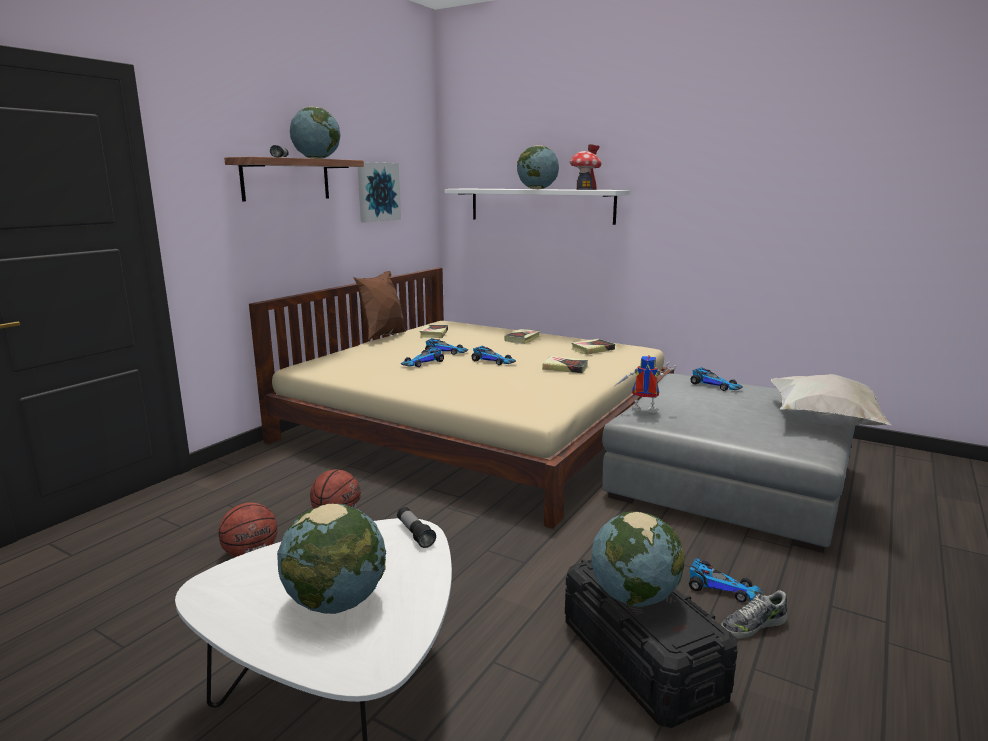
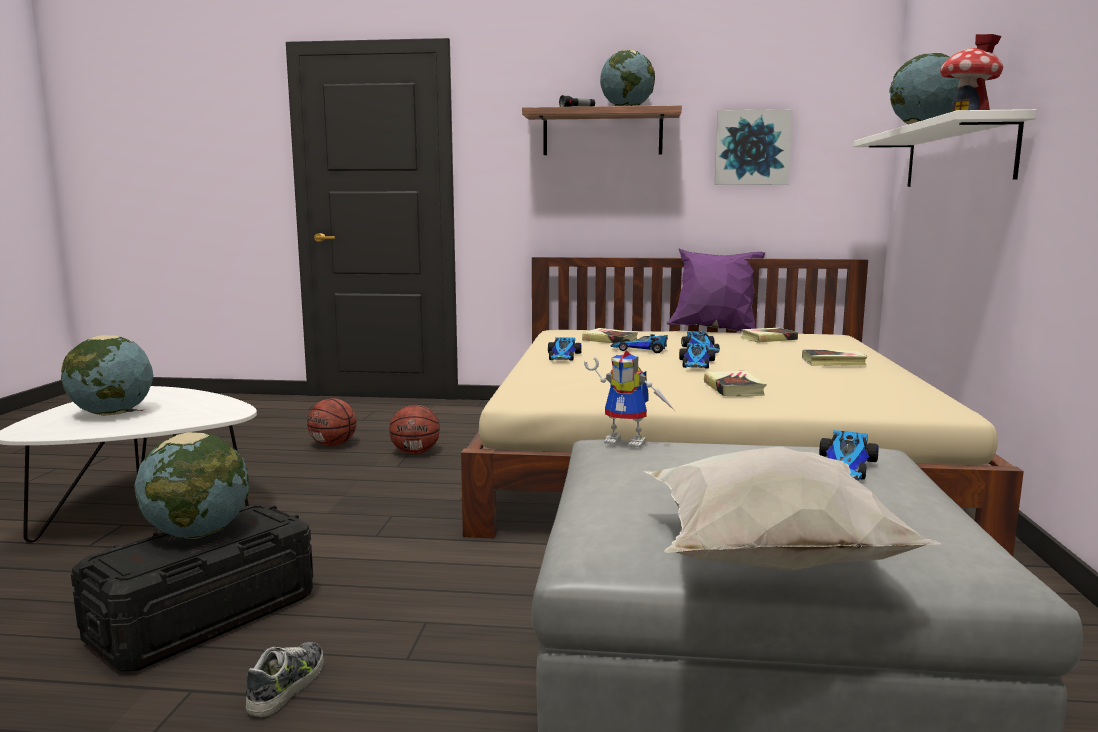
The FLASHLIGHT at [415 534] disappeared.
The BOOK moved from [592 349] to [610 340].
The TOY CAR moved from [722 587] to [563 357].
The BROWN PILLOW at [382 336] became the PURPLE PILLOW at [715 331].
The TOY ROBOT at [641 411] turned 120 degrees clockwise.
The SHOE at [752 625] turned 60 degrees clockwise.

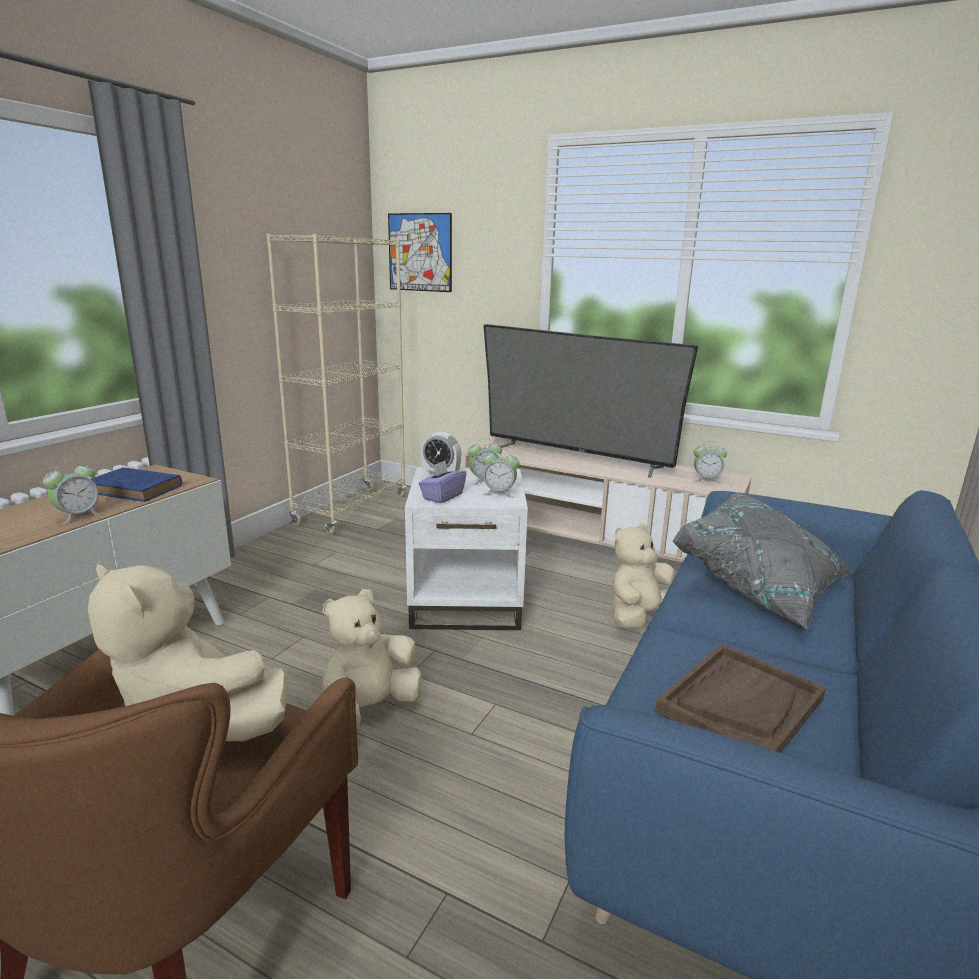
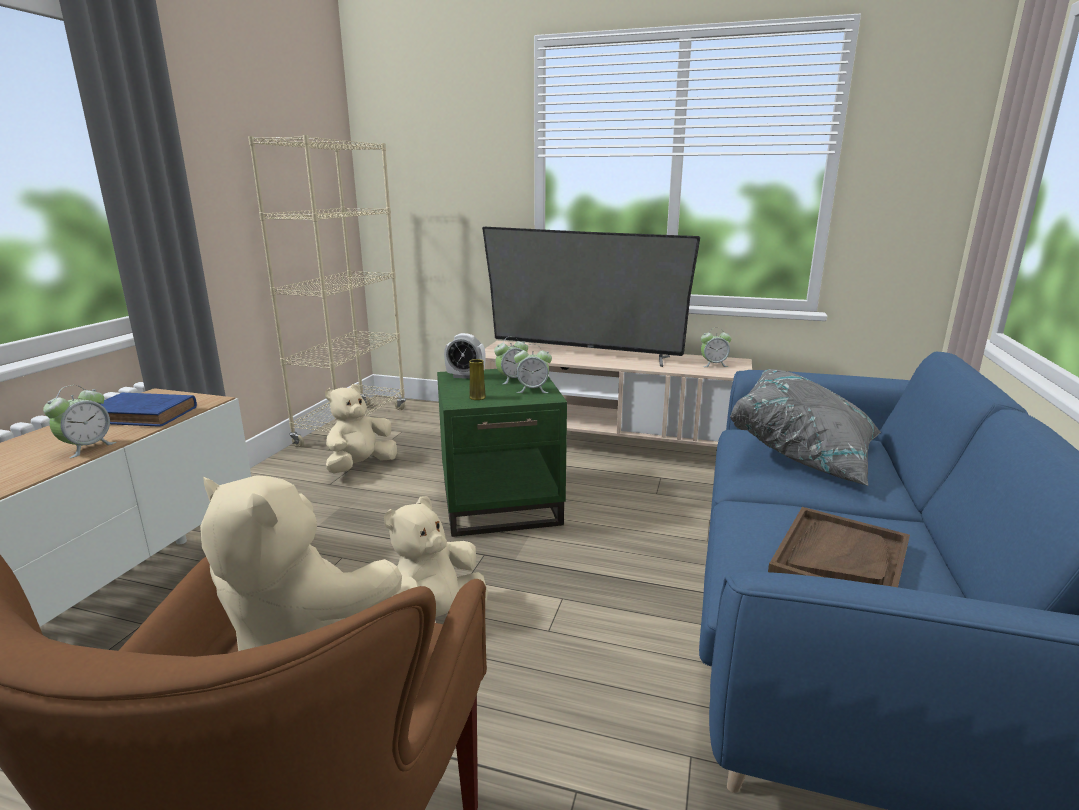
The PICTURE at [420 252] disappeared.
The BEIGE PLUSH TOY moved from [639 618] to [360 466].
The PURPLE TISSUE BOX at [442 496] was replaced by the YELLOW VASE at [477 397].
The WHITE SIDE TABLE at [467 600] became the GREEN SIDE TABLE at [501 502].

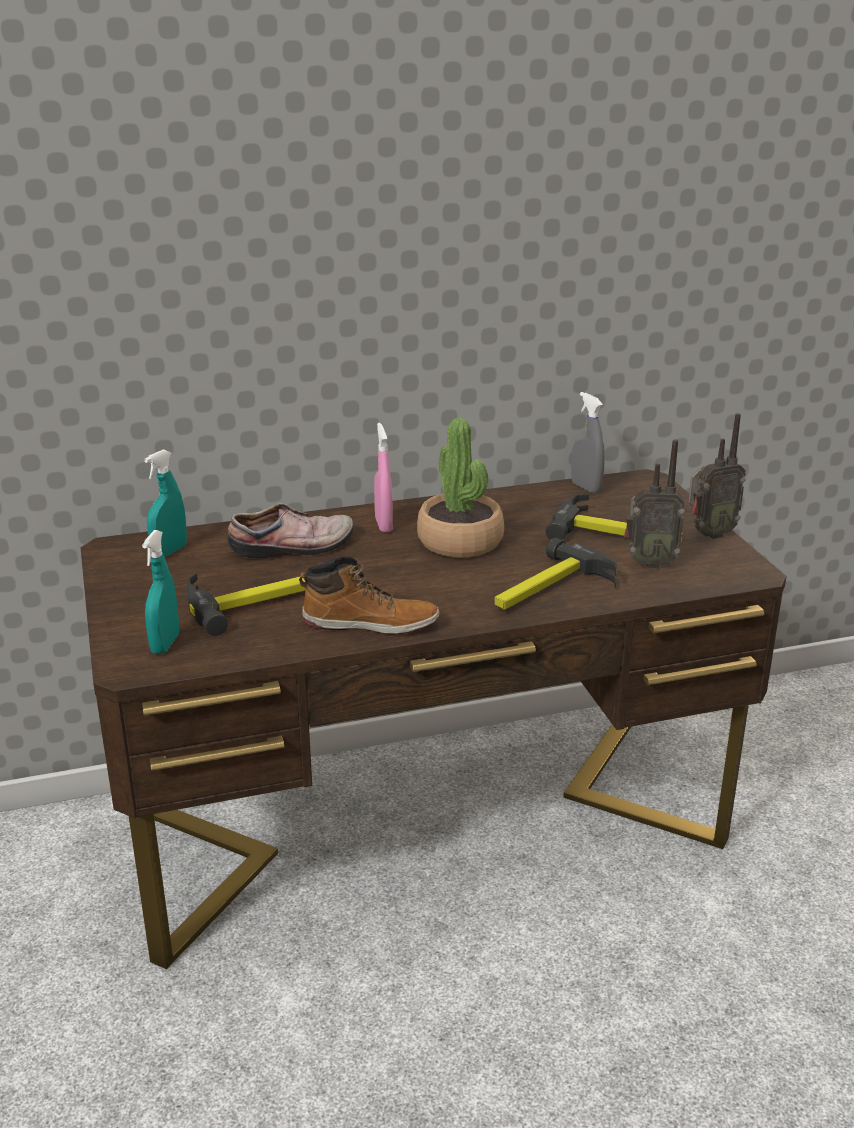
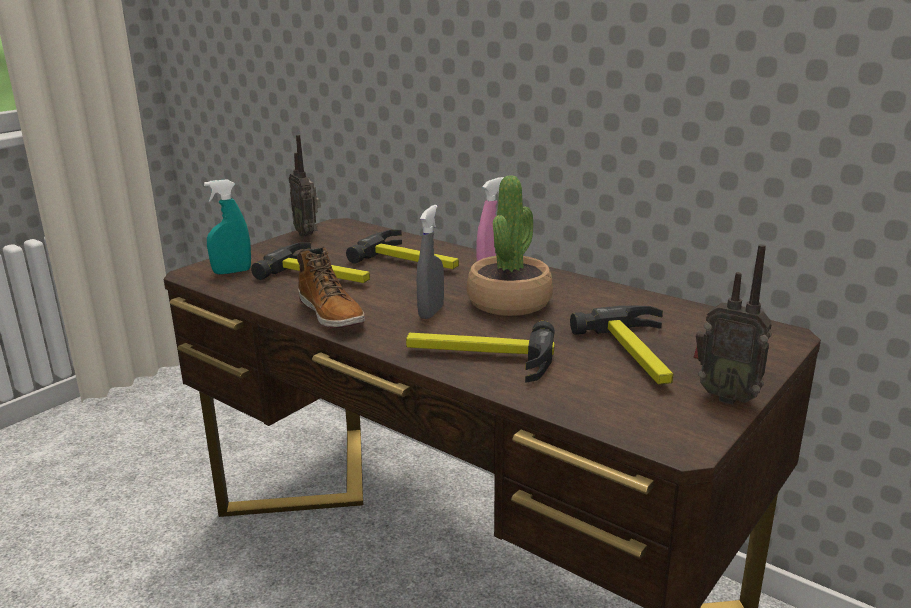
The TURQUOISE SPRAY BOTTLE at [169 552] disappeared.
The GREY SPRAY BOTTLE moved from [585 488] to [431 312].
The RADIO moved from [649 562] to [308 234].
The SHOE at [294 547] was replaced by the HAMMER at [411 261].

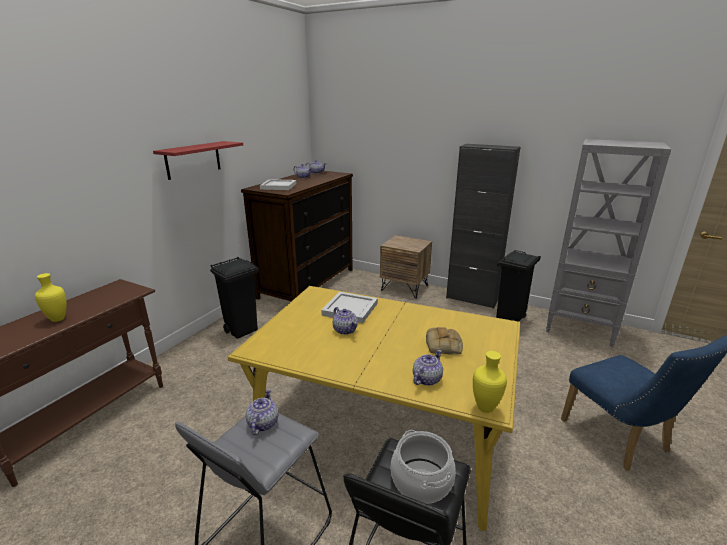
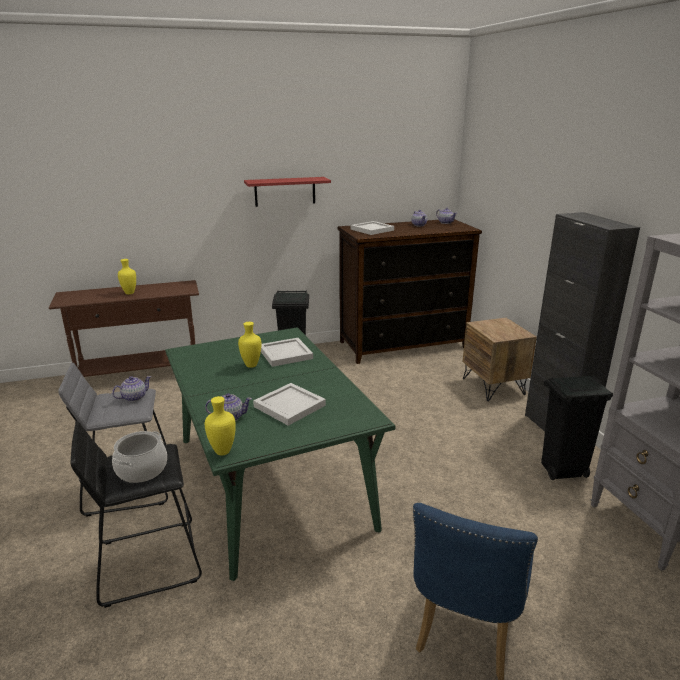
The TEAPOT at [345 330] was replaced by the YELLOW VASE at [252 365].
The BREAD at [444 345] was replaced by the WHITE TRAY at [289 406].
The YELLOW DINING TABLE at [380 433] became the GREEN DINING TABLE at [270 480].

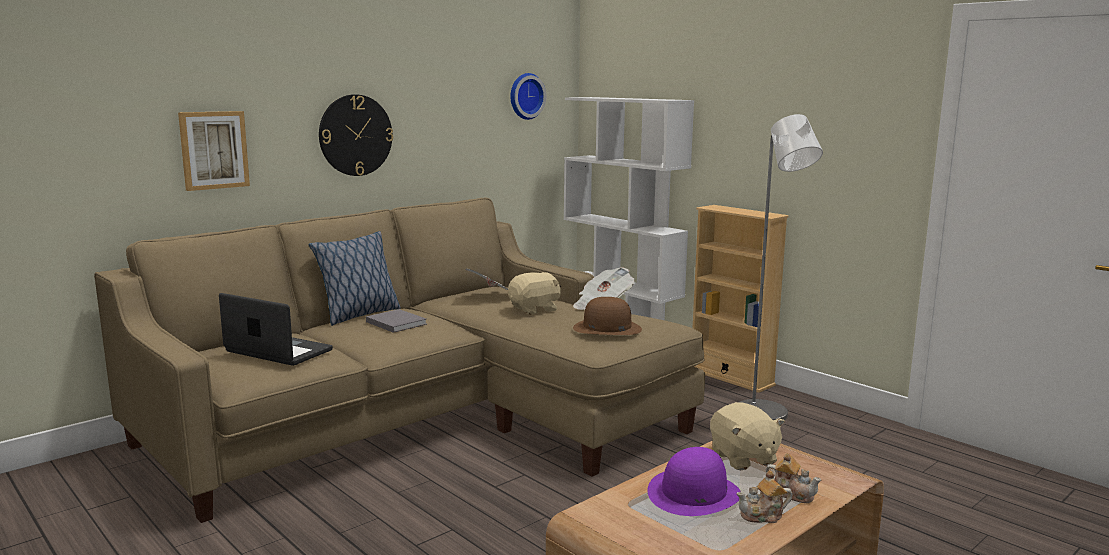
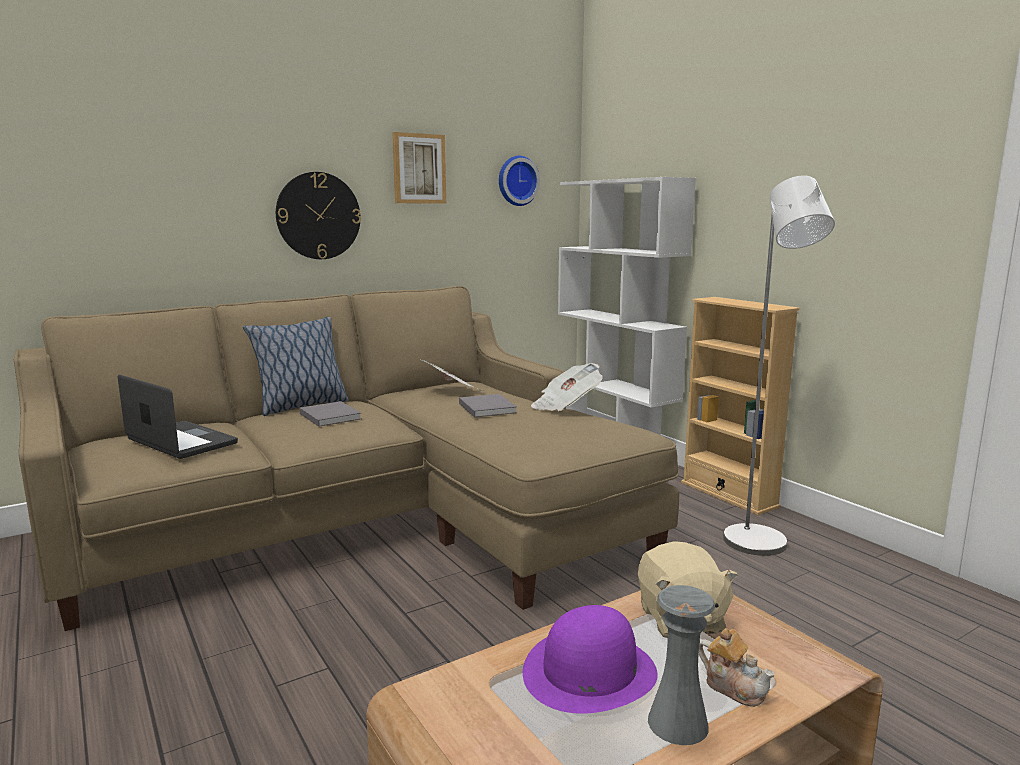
The BROWN HAT at [607 328] disappeared.
The PICTURE moved from [214 150] to [419 169].
The BEIGE PLUSH TOY at [535 309] was replaced by the GREY BOOK at [486 407].
The TEAPOT at [763 516] was replaced by the GREY VASE at [677 723].

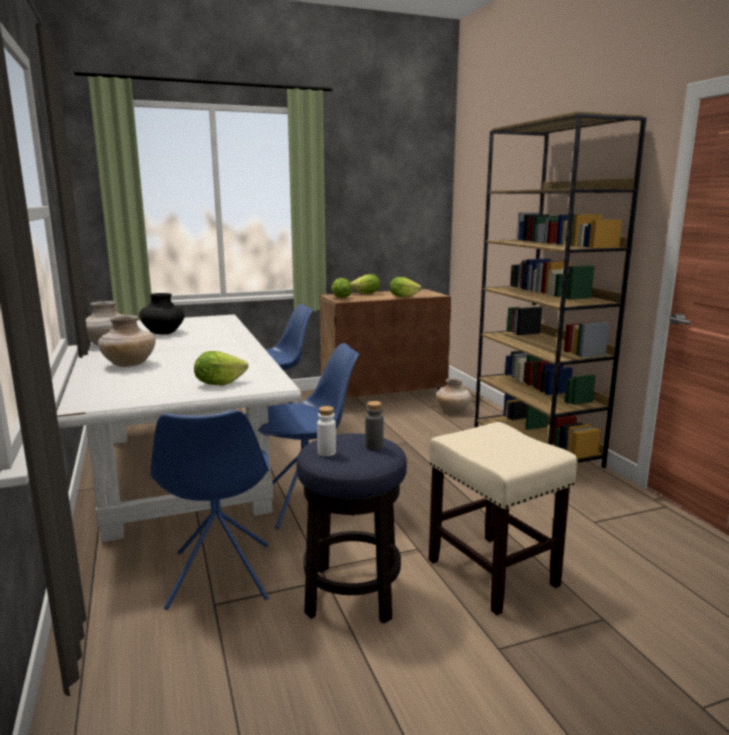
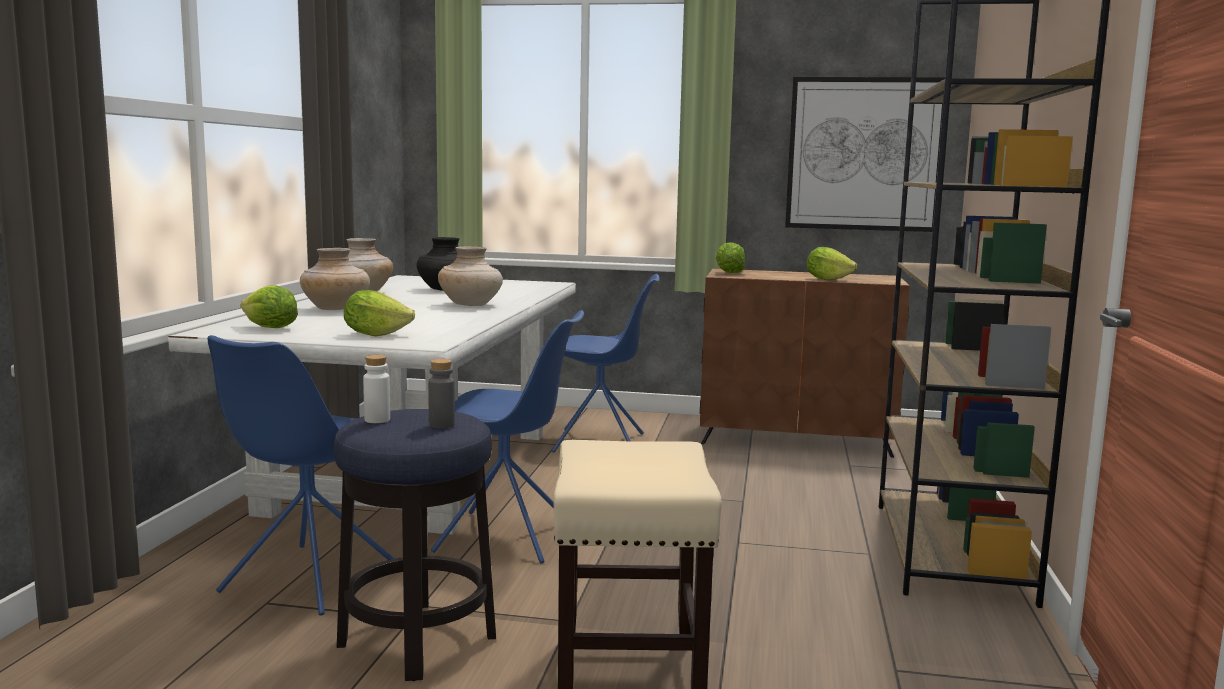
The PICTURE at [864 154] appeared.
The LETTUCE moved from [366 293] to [270 328].
The BEIGE VASE moved from [453 410] to [471 305].

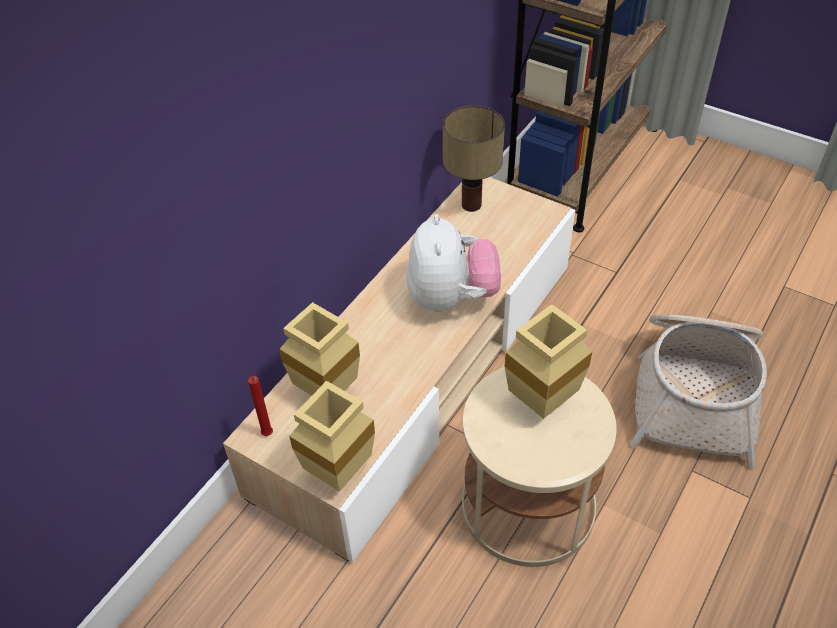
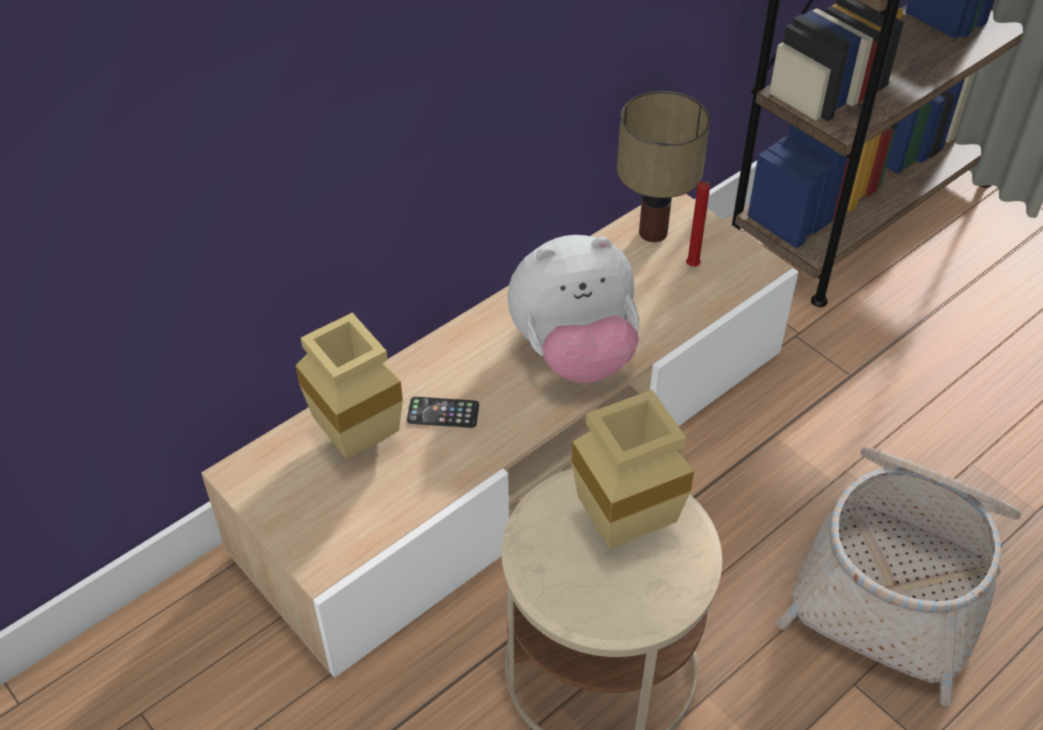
The BEIGE VASE at [339 469] disappeared.
The PHONE at [443 413] appeared.
The RED CANDLE moved from [268 435] to [693 268].
The PLUSH TOY at [451 298] turned 60 degrees clockwise.

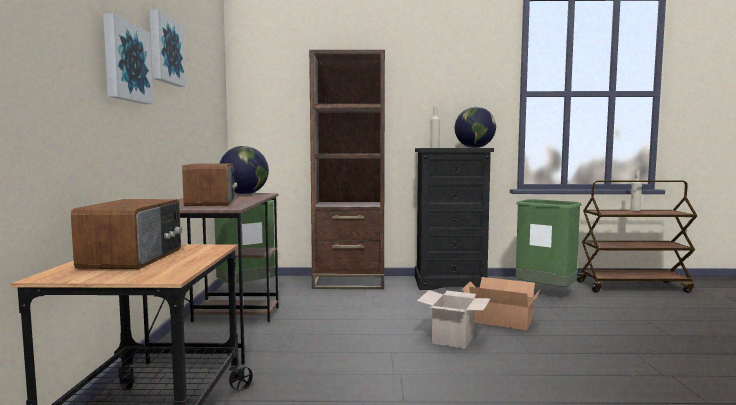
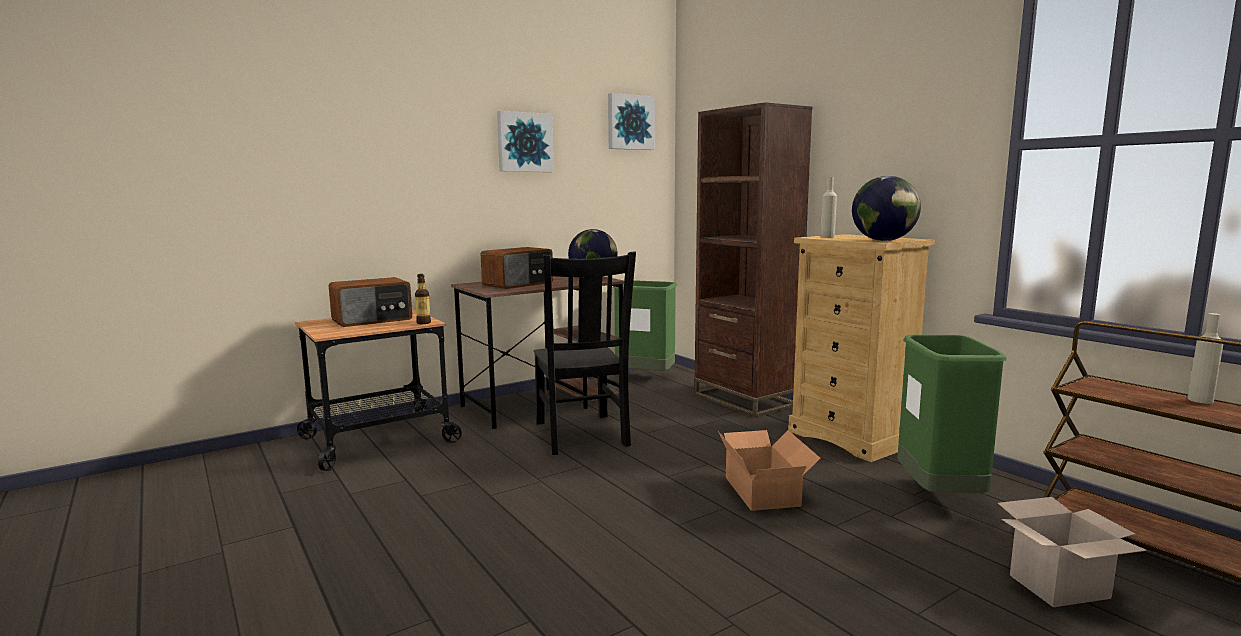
The BOTTLE at [423 323] appeared.
The BLACK CHAIR at [581 435] appeared.
The PICTURE moved from [125 62] to [630 122].
The CARDBOARD BOX moved from [453 339] to [1058 587].
The BLACK DRESSER at [450 283] became the BEIGE DRESSER at [851 437].

